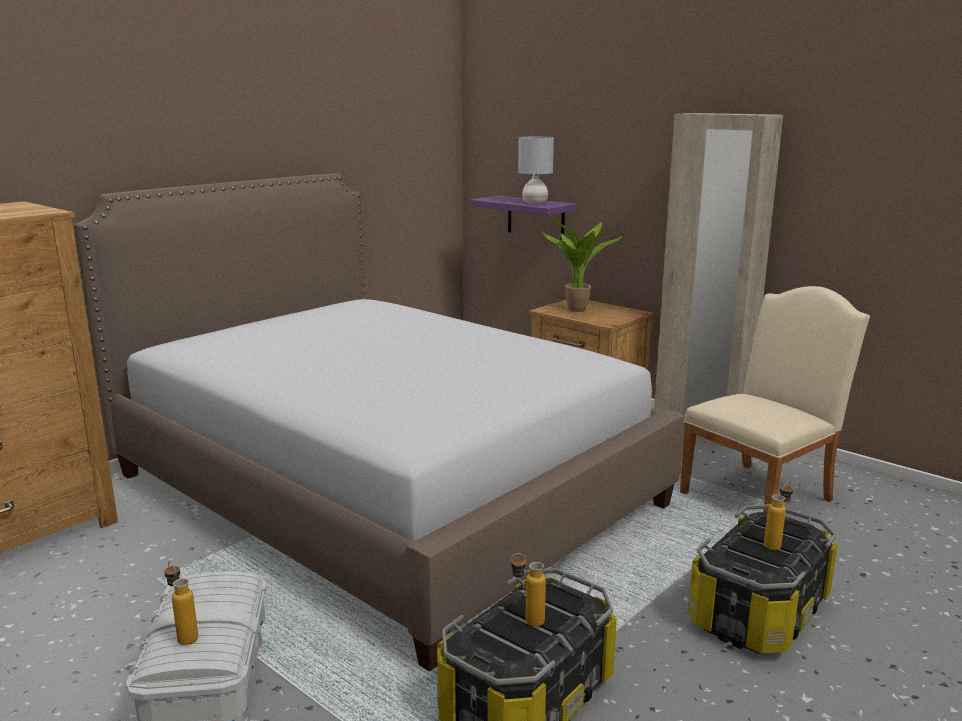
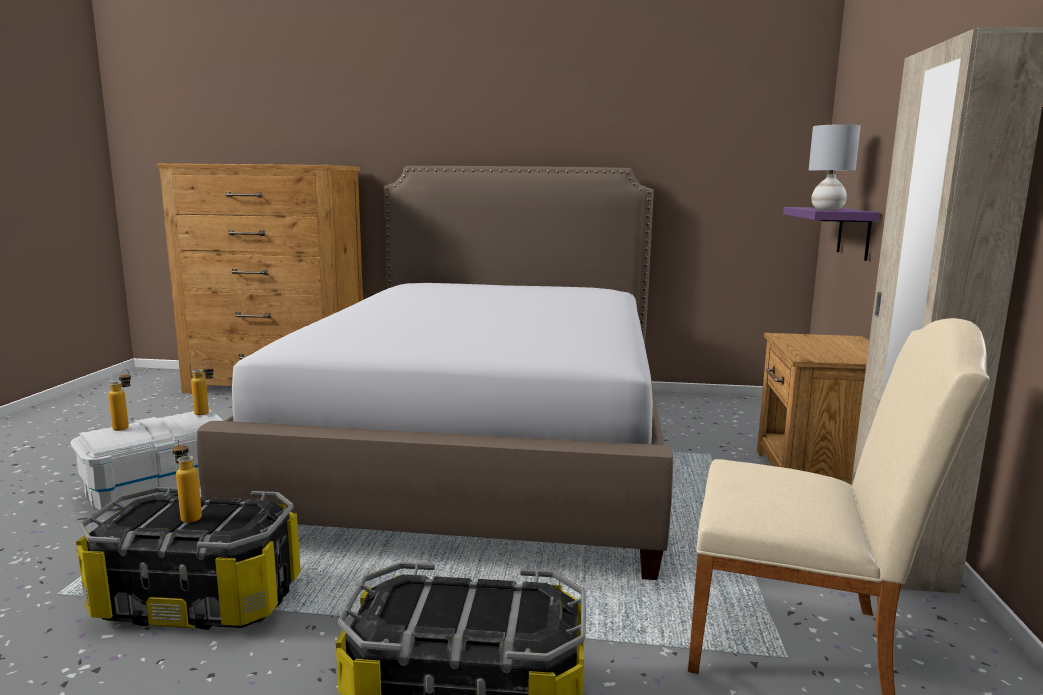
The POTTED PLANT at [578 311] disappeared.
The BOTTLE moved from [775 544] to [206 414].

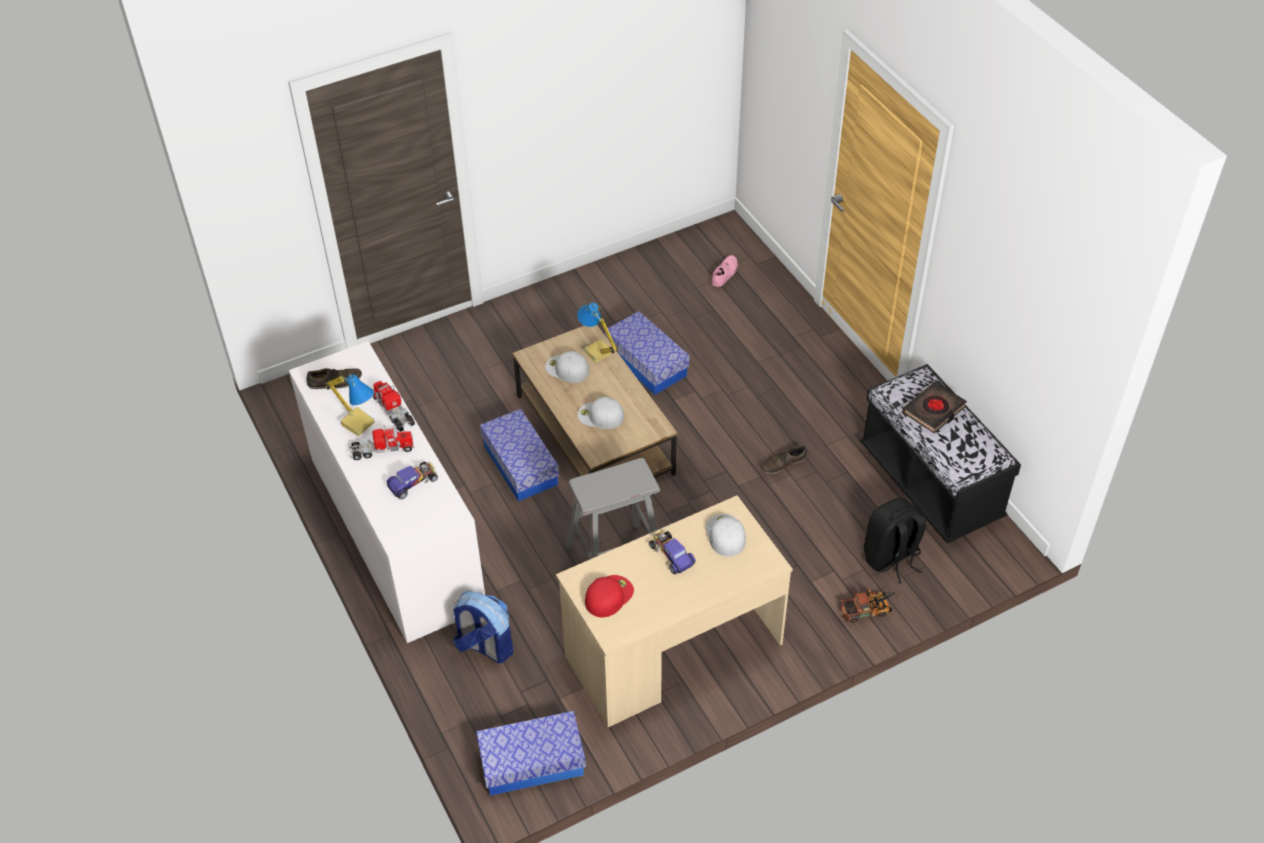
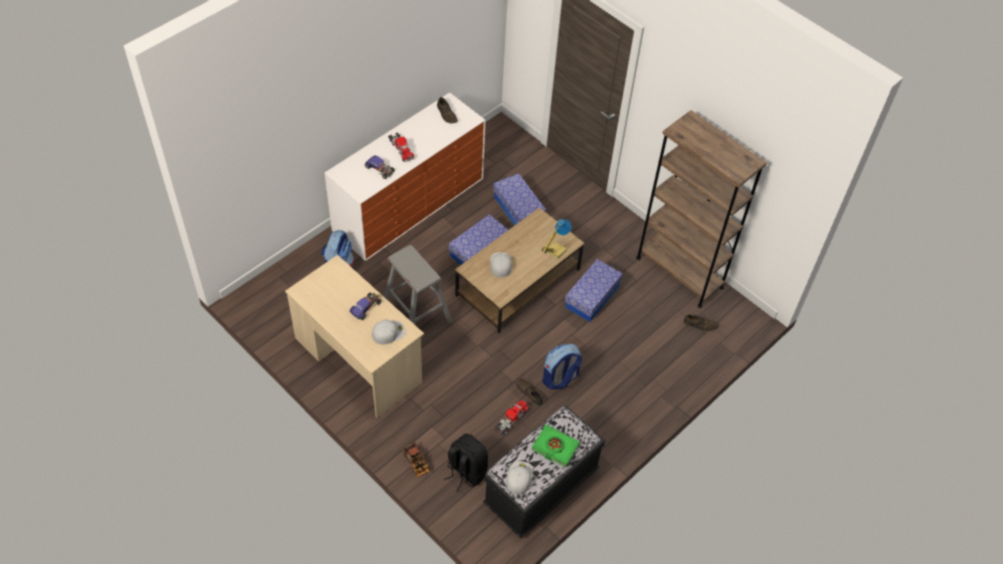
The TABLE LAMP at [358 422] disappeared.
The RED CAP at [608 595] disappeared.
The BACKPACK at [560 378] appeared.
The BROWN BOOKCASE at [679 272] appeared.
The TOY TRUCK moved from [393 410] to [511 419].
The STORAGE BOX moved from [532 763] to [518 209].
The WHITE CAP moved from [566 369] to [519 477].
The PINK SHOE at [724 273] became the BROWN SHOE at [700 325].
The BLACK BOOK at [934 410] became the GREEN BOOK at [555 447].

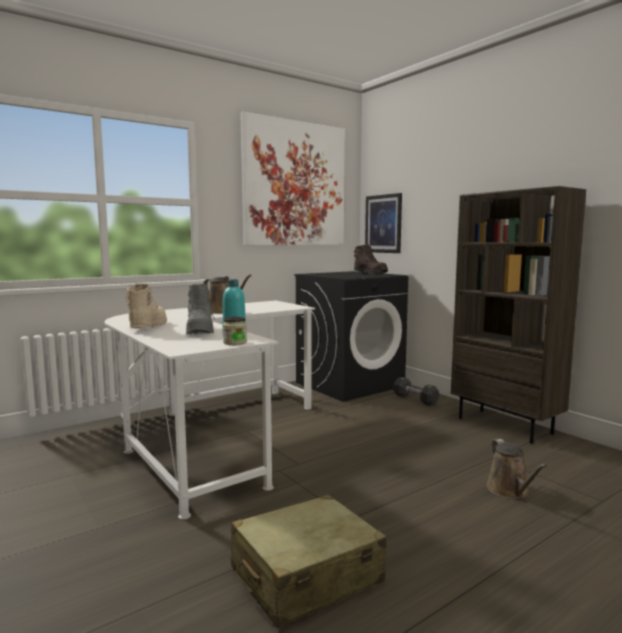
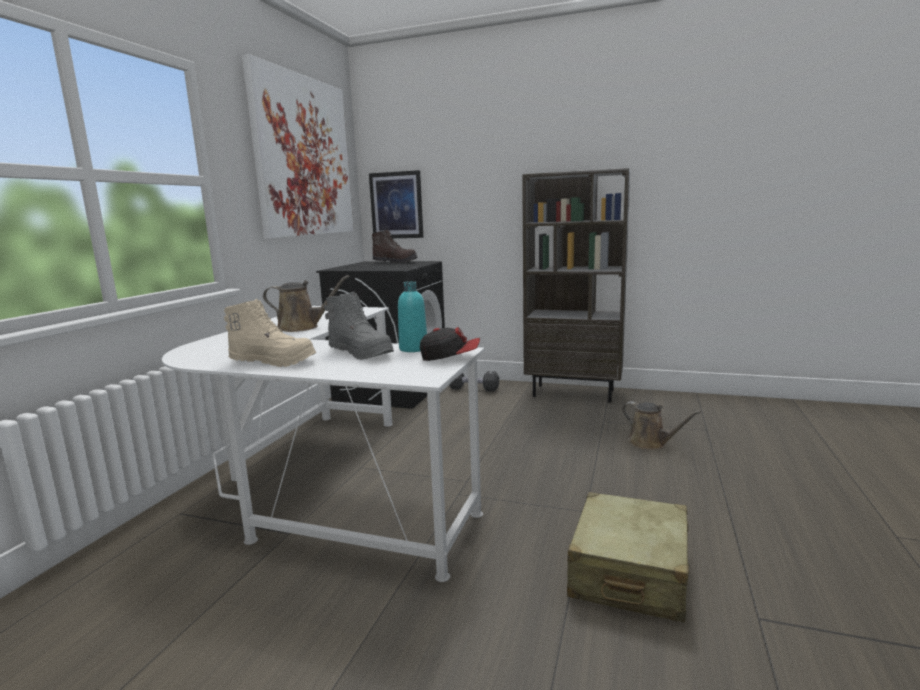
The JAR at [235 342] was replaced by the CAP at [450 357].
The BEIGE BOOT at [147 327] turned 135 degrees clockwise.

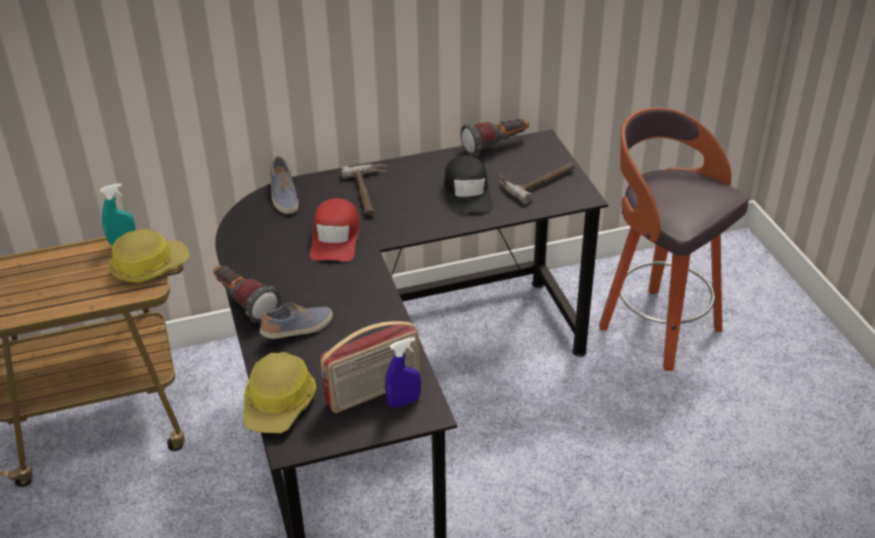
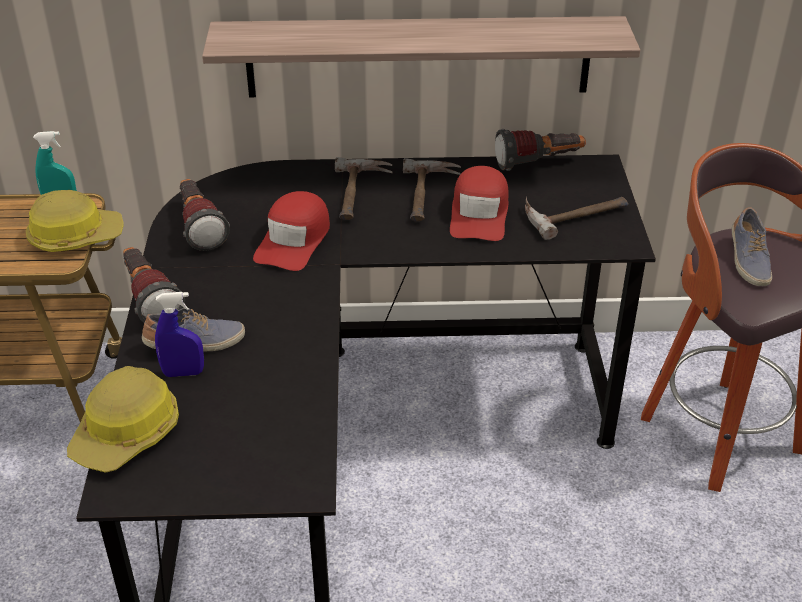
The RADIO at [373 392] disappeared.
The FLASHLIGHT at [199 226] appeared.
The SHELF at [418 56] appeared.
The HAMMER at [429 195] appeared.
The SHOE moved from [283 196] to [747 260].
The BLUE SPRAY BOTTLE moved from [404 402] to [183 373].
The BLACK CAP at [468 192] became the RED CAP at [479 213].

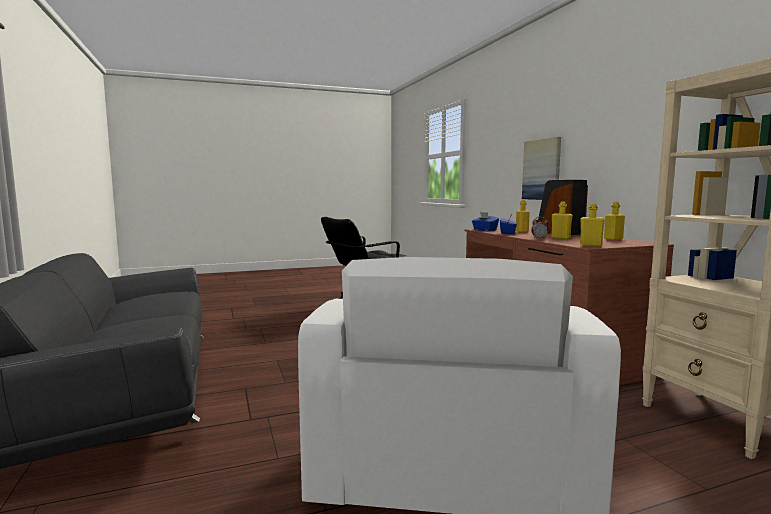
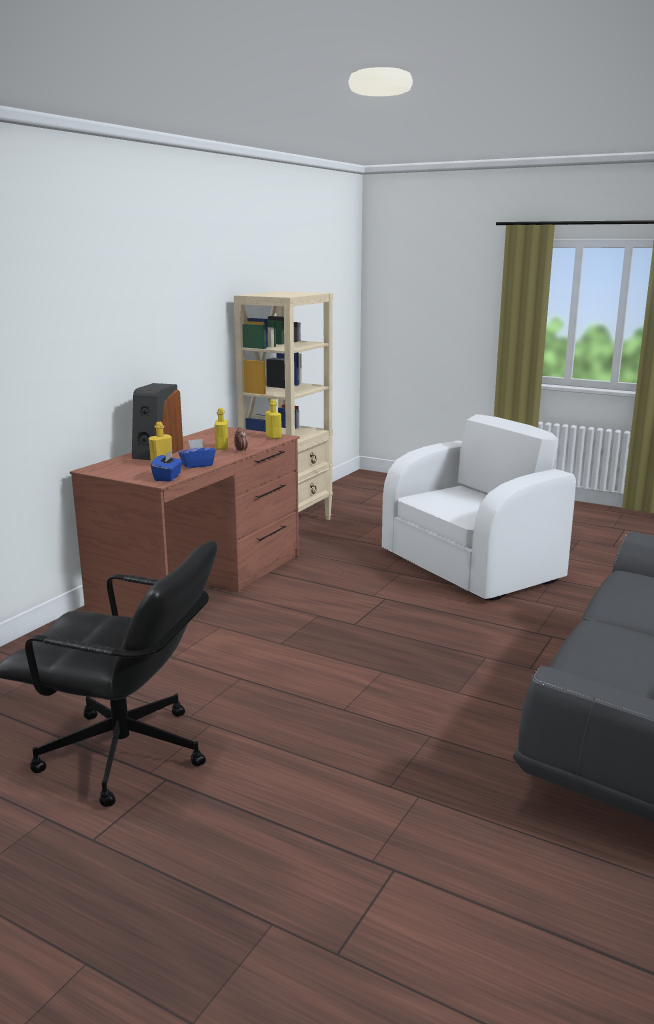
The PICTURE at [542 169] disappeared.
The YELLOW BOTTLE at [613 239] disappeared.

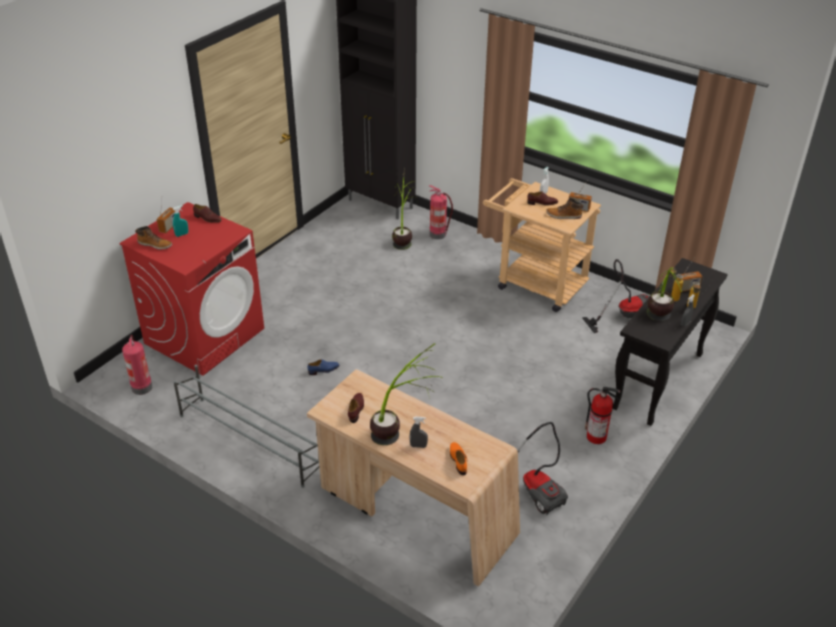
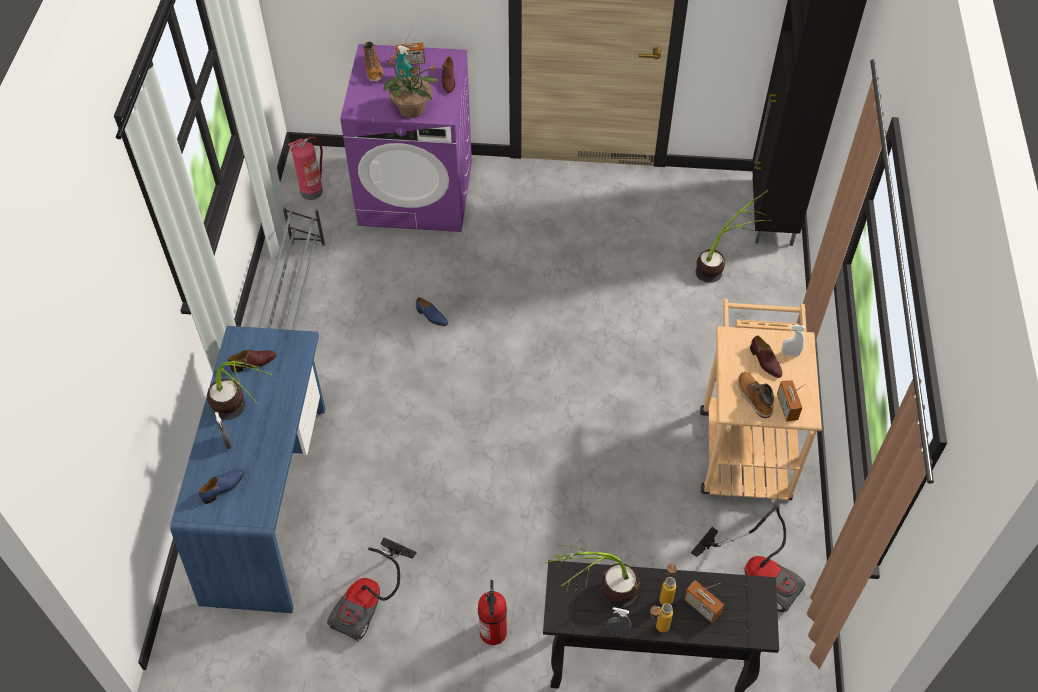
The FIRE EXTINGUISHER at [438 234] disappeared.
The POTTED PLANT at [412 110] appeared.
The RED WASHING MACHINE at [205 335] became the PURPLE WASHING MACHINE at [416 193].
The BEIGE DESK at [414 513] became the BLUE DESK at [271 502].
The ORANGE SHOE at [458 460] became the BLUE SHOE at [224 487].

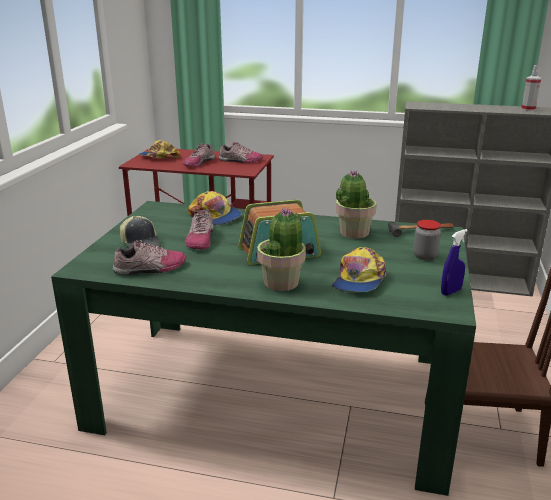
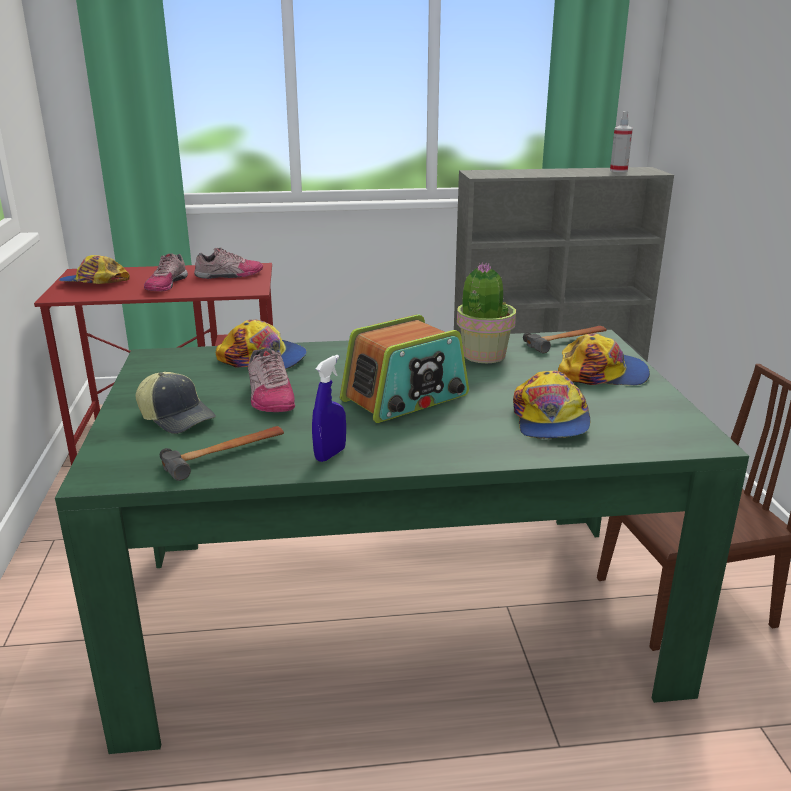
The POTTED PLANT at [282 282] disappeared.
The BLUE SPRAY BOTTLE moved from [451 292] to [330 454].
The SHOE at [150 268] was replaced by the HAMMER at [226 455].
The JAR at [425 256] was replaced by the CAP at [602 373].

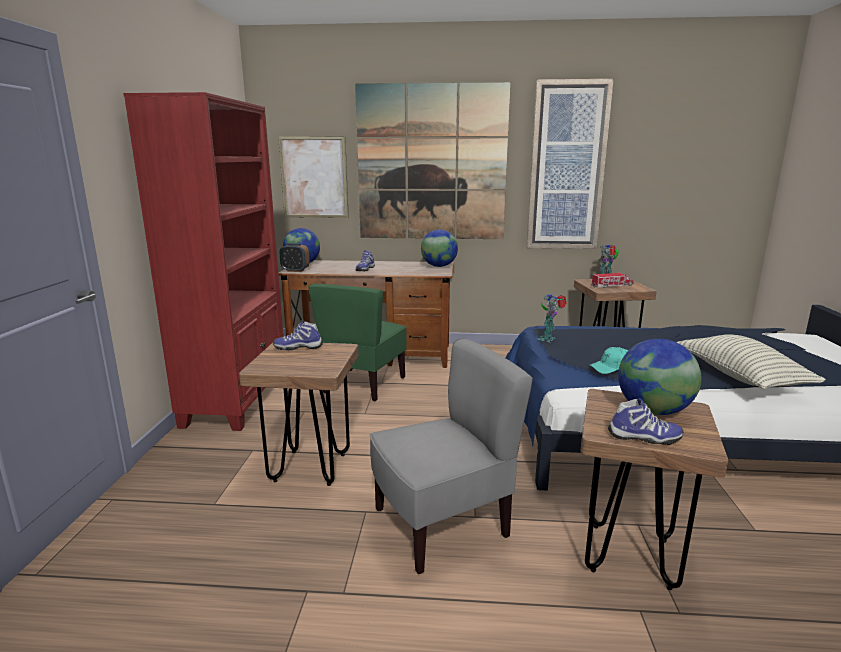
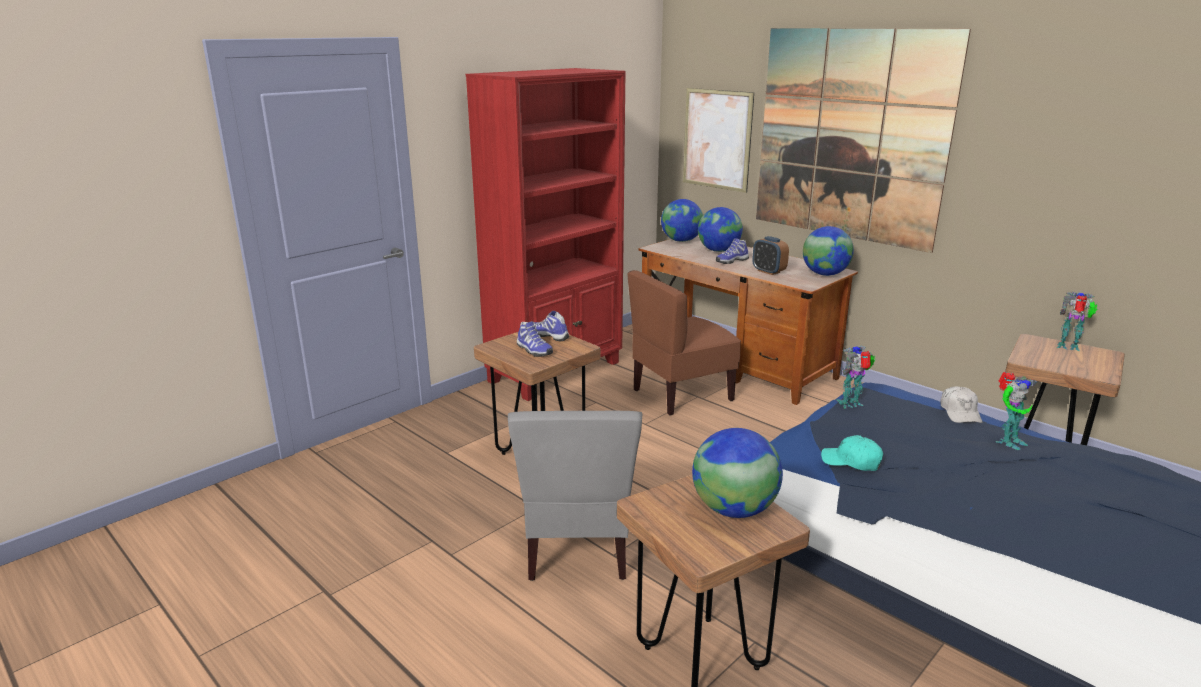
The PICTURE at [567 167] disappeared.
The TOY TRUCK at [612 286] disappeared.
The PILLOW at [740 377] disappeared.
The GLOBE at [718 251] appeared.
The WHITE CAP at [960 412] appeared.
The TOY ROBOT at [1007 441] appeared.
The ALARM CLOCK moved from [295 270] to [768 271].
The SHOE moved from [644 438] to [533 350].
The GREEN CHAIR at [363 385] became the BROWN CHAIR at [681 395].
The GREY CHAIR at [442 524] turned 75 degrees clockwise.

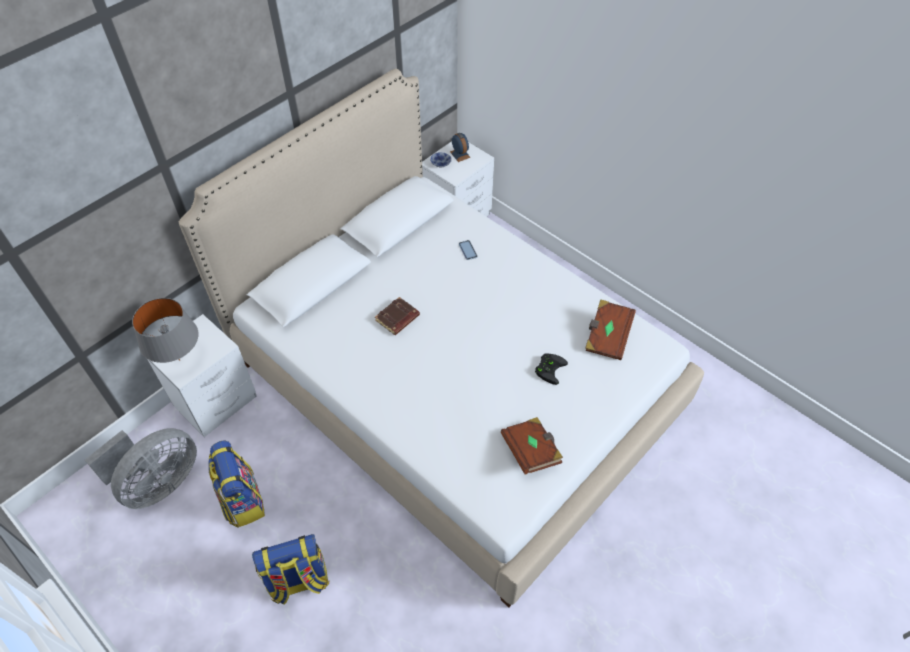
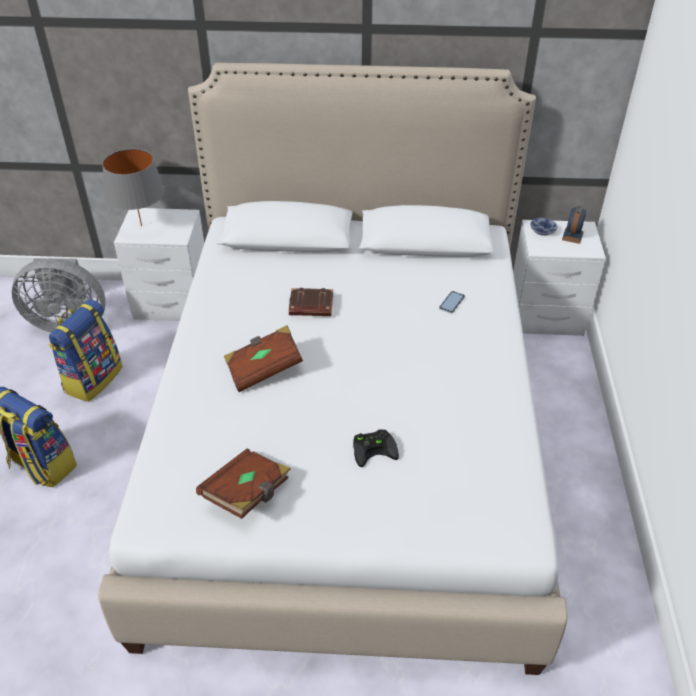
The BROWN BOOK moved from [607 336] to [264 369].

